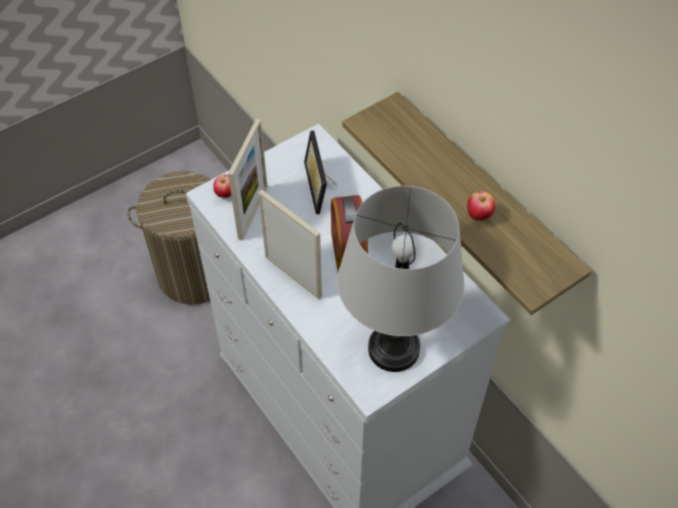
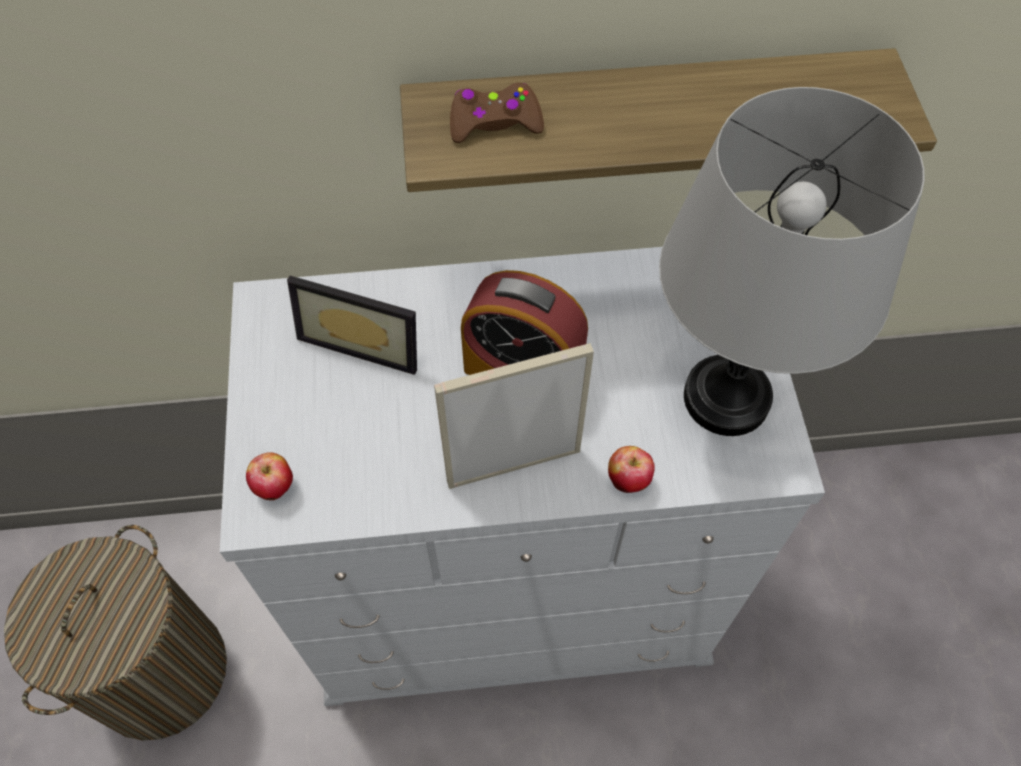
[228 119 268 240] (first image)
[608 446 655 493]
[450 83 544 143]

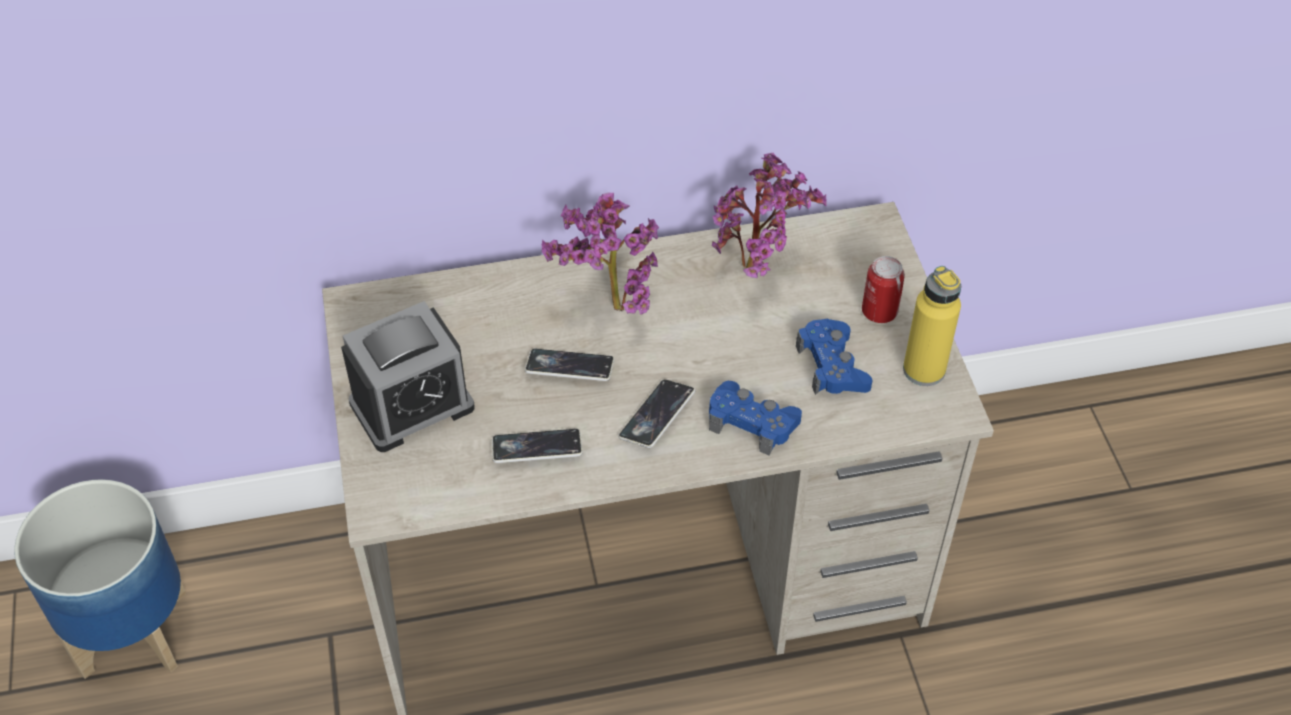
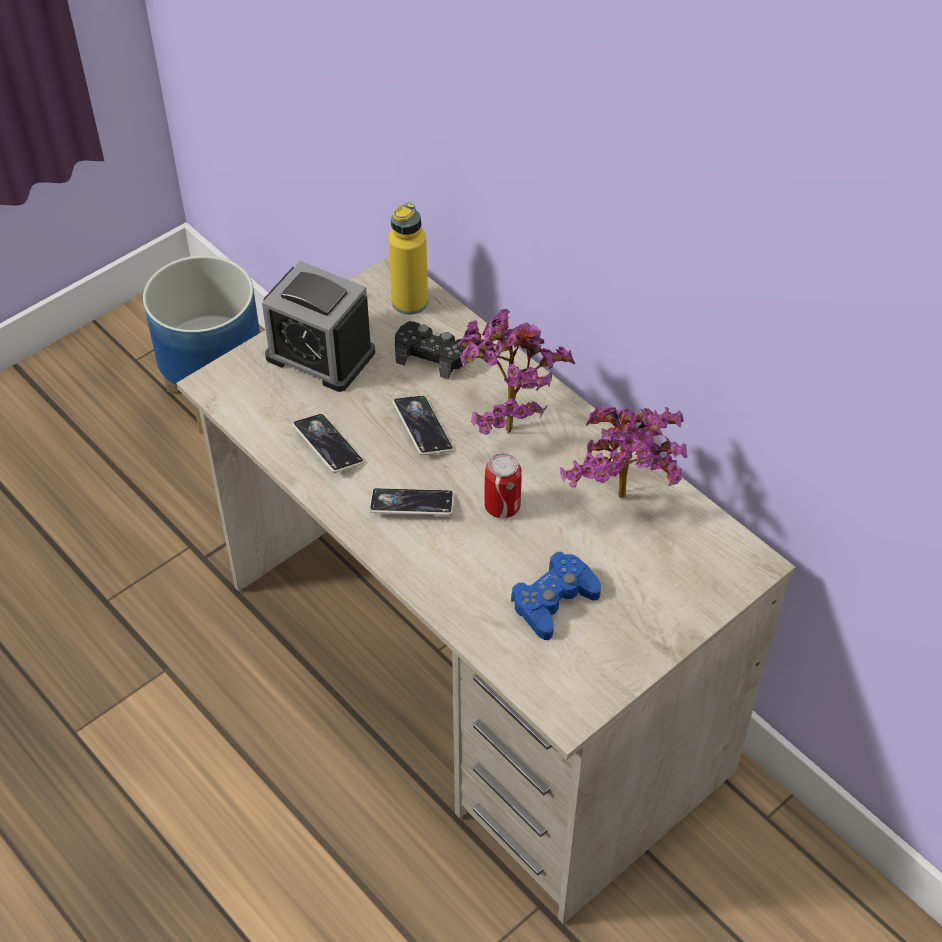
[484 453 522 518]
[388 203 428 315]
[709 381 802 455] (first image)
[395 321 466 380]

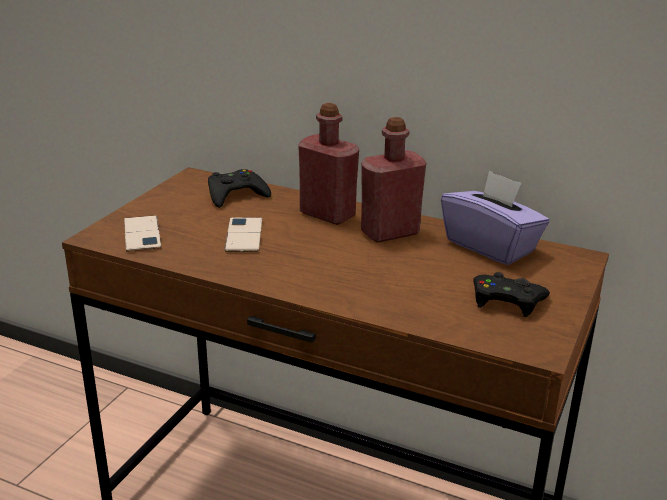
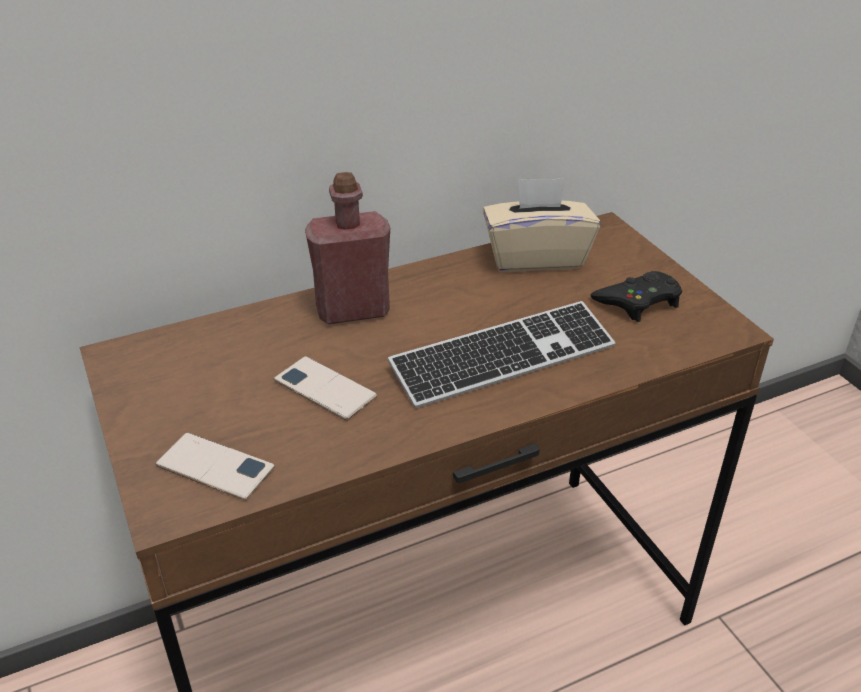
[361 117 426 243] (first image)
[208 169 271 208] (first image)
[483 178 600 272]
[388 301 615 408]

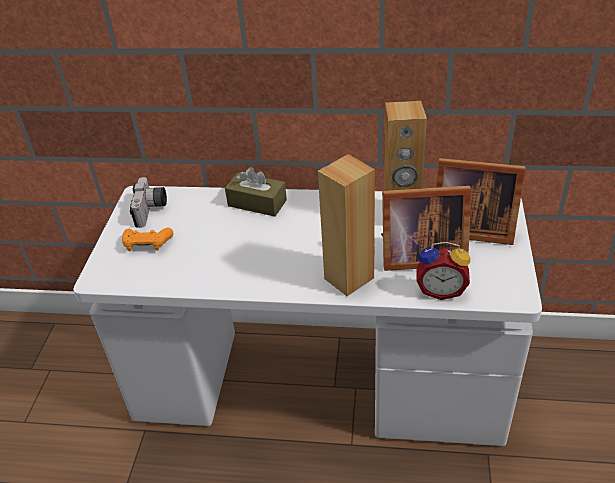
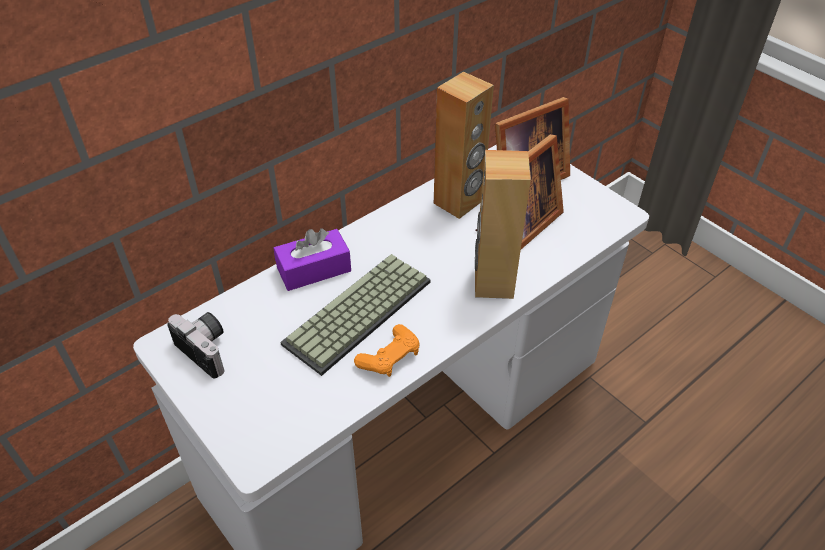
[273 228 351 291]
[354 324 419 377]
[416 242 470 300] (first image)
[281 254 431 376]

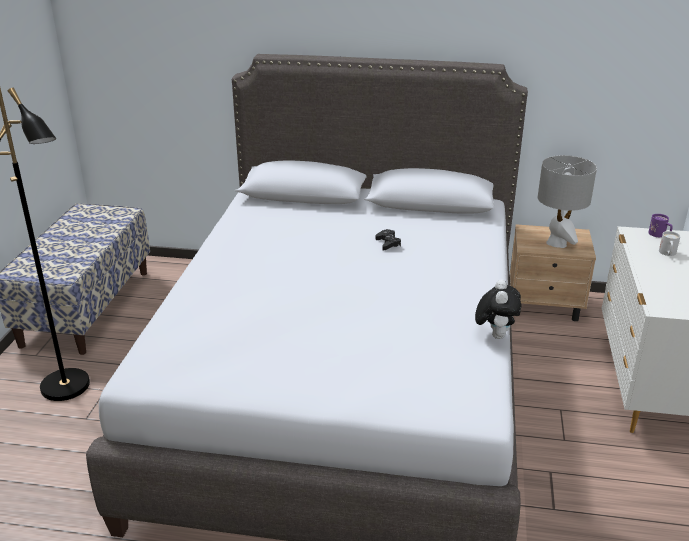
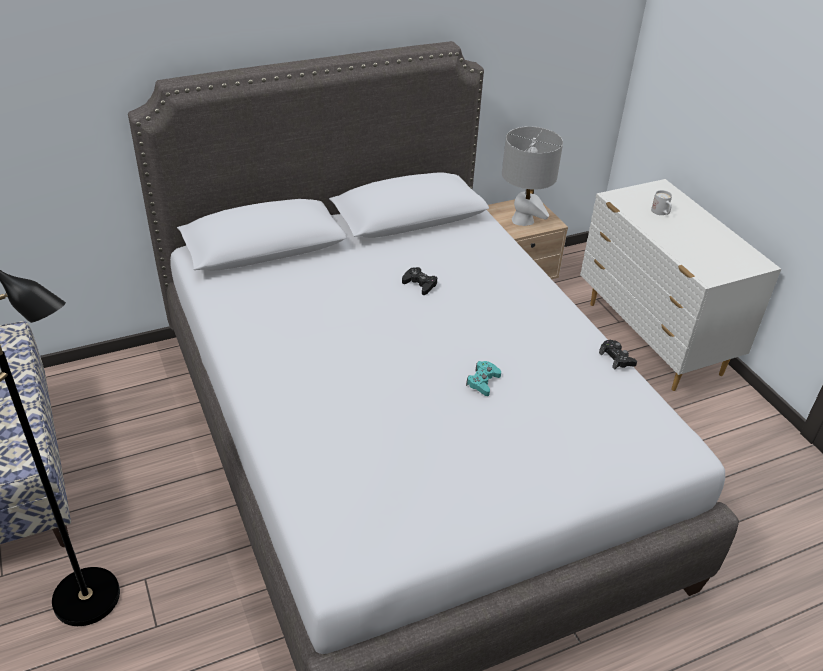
[648 214 673 237] (first image)
[599 340 637 369]
[466 361 501 396]

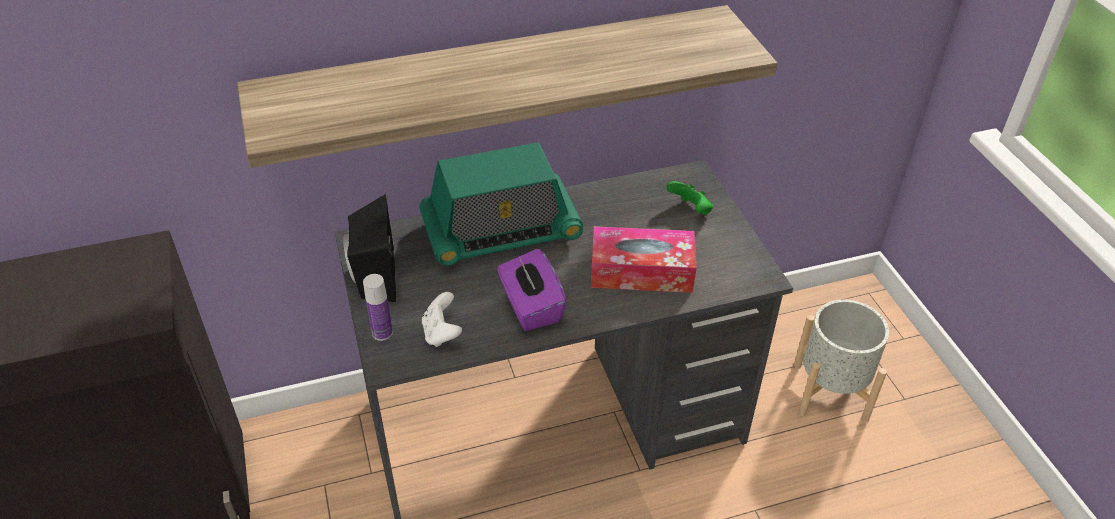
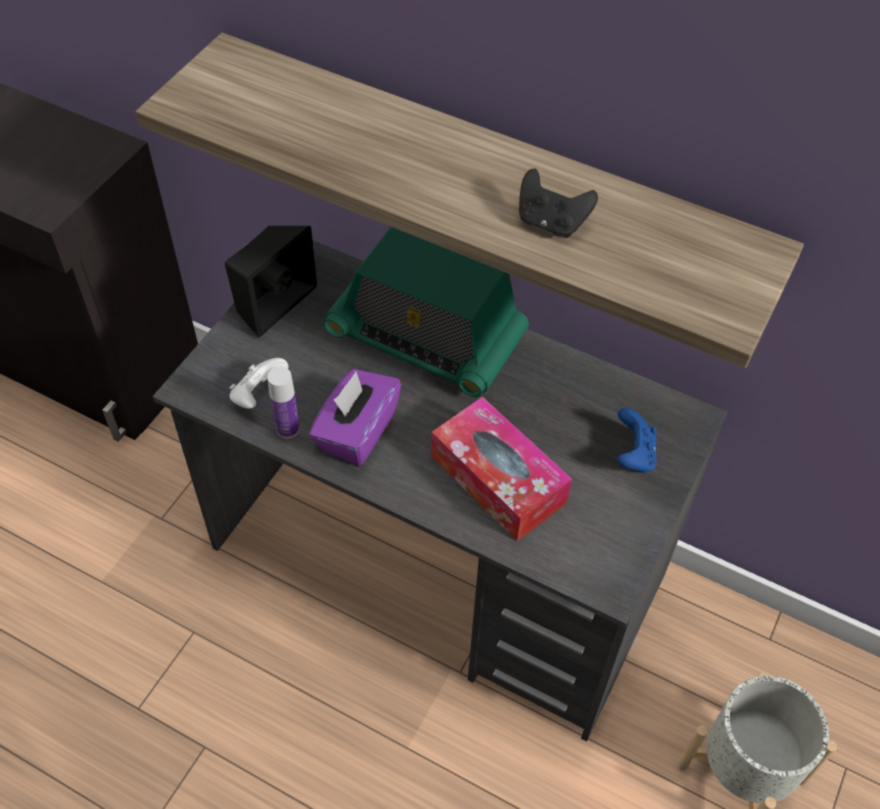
[617 408 657 473]
[267 367 300 438]
[519 169 598 237]

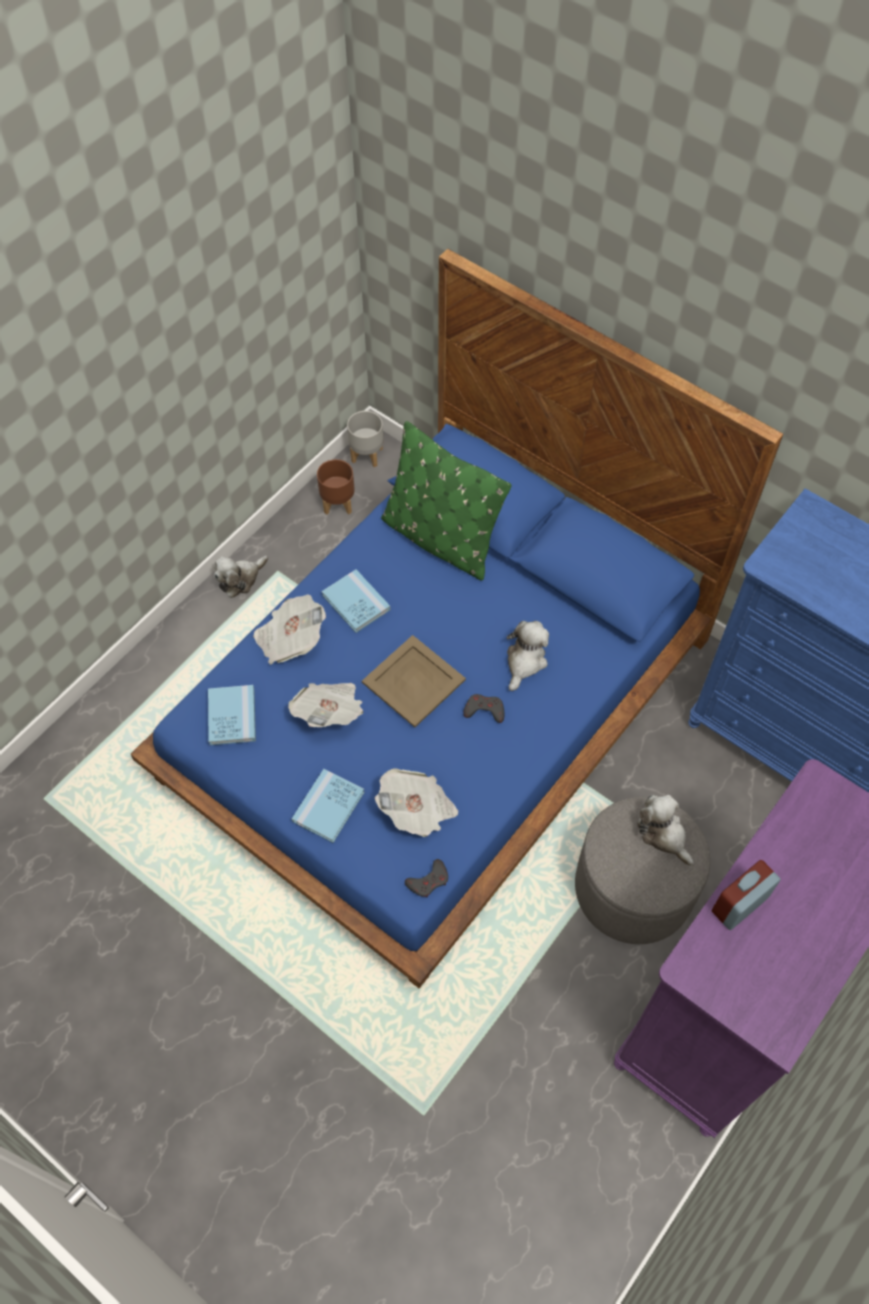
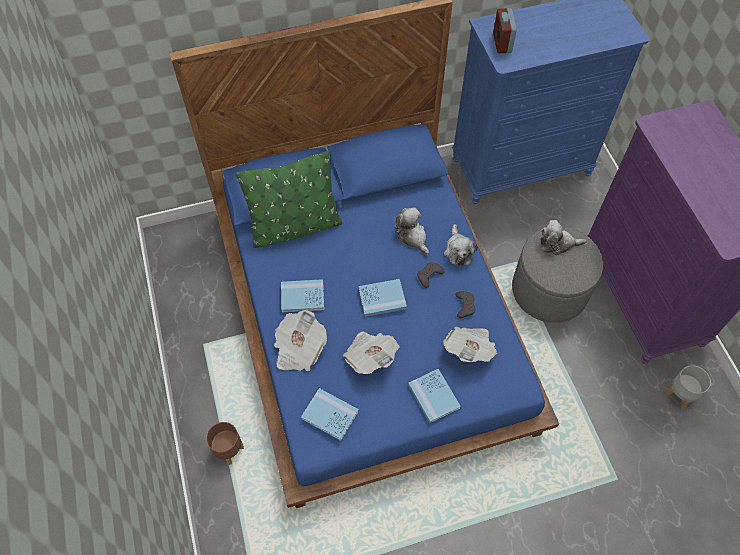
[666 365 711 408]
[206 422 244 465]
[444 224 478 266]
[359 279 407 317]
[456 291 475 318]
[493 8 517 53]

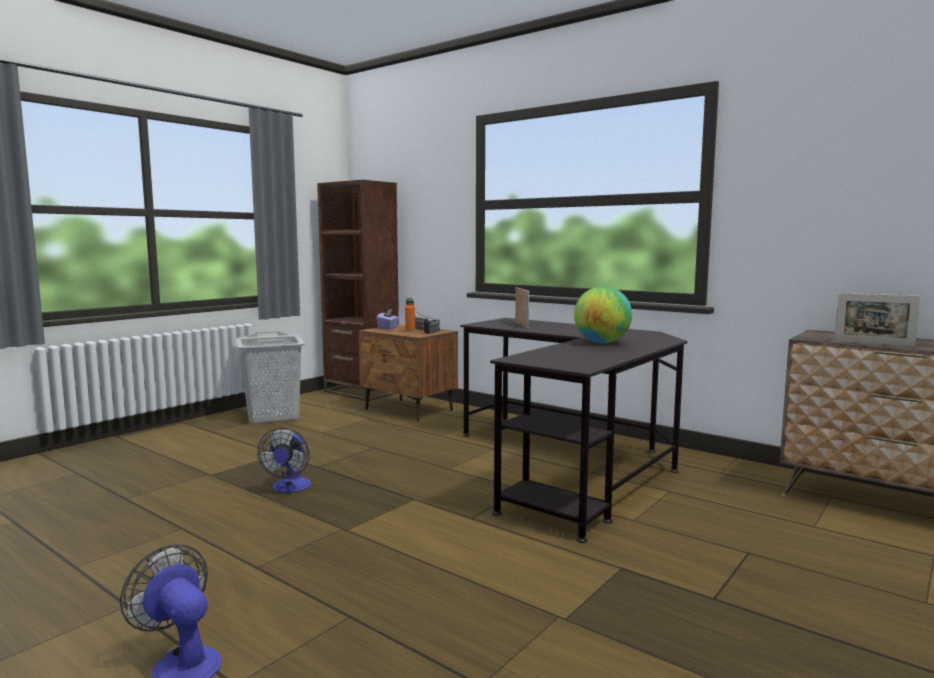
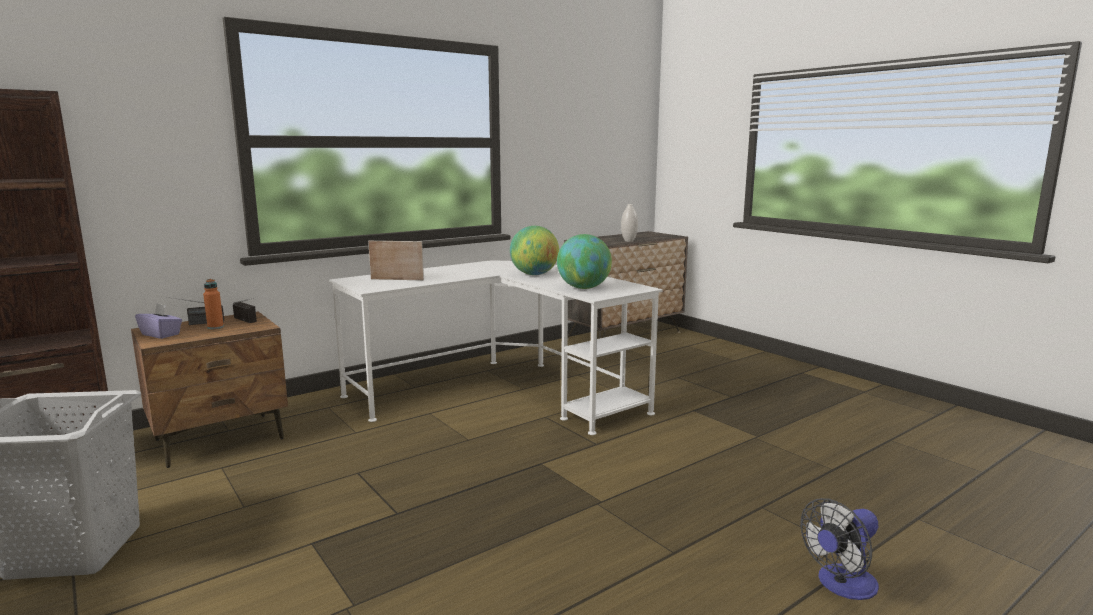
[621 204 638 242]
[329 260 663 435]
[257 428 311 493] (first image)
[557 234 612 289]

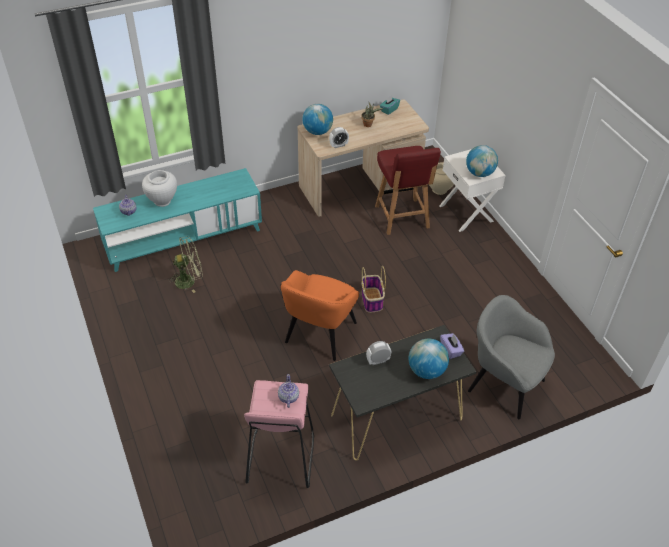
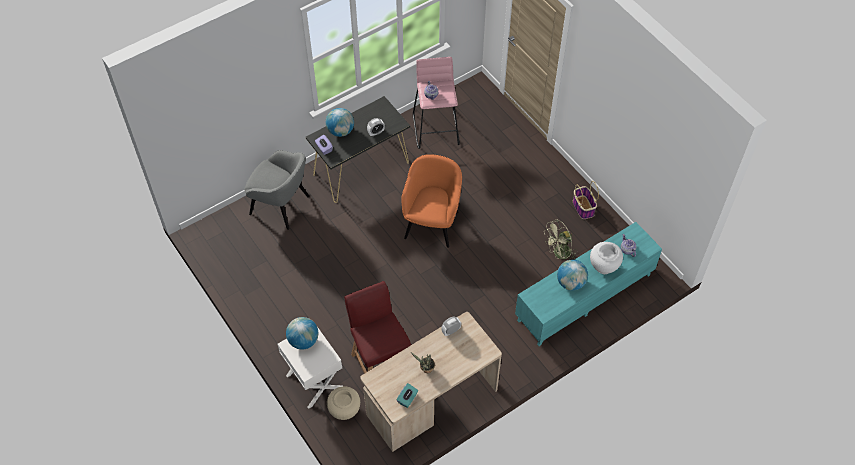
[557 260 588 290]
[573 181 599 219]

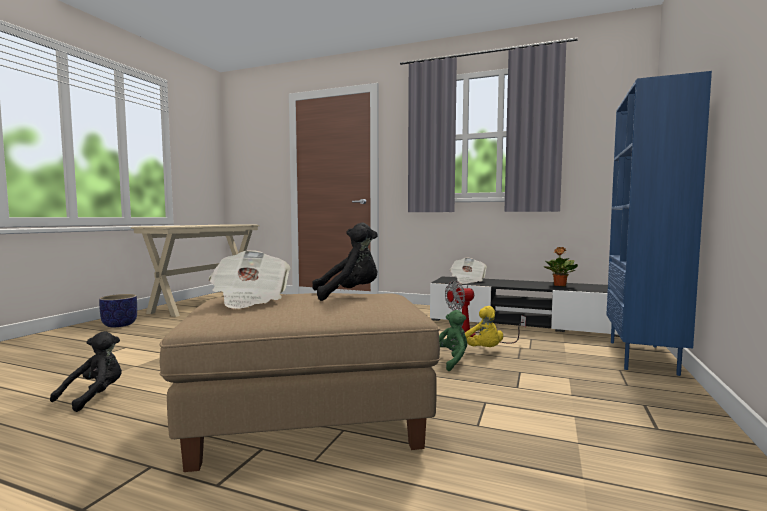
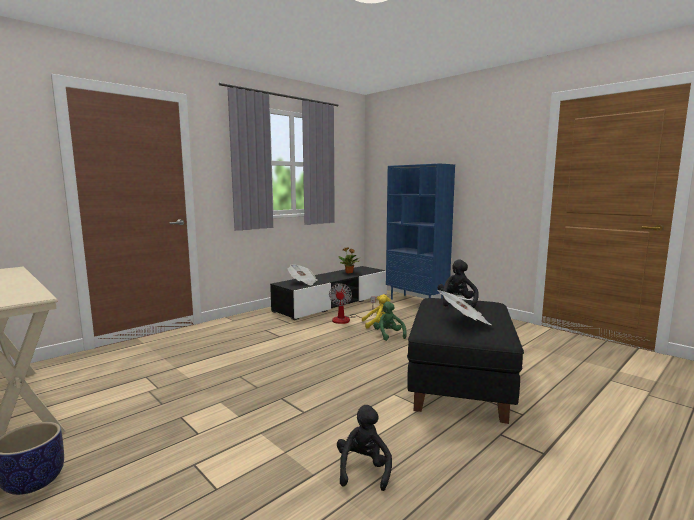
[407 298 524 424]
[337 405 392 491]

